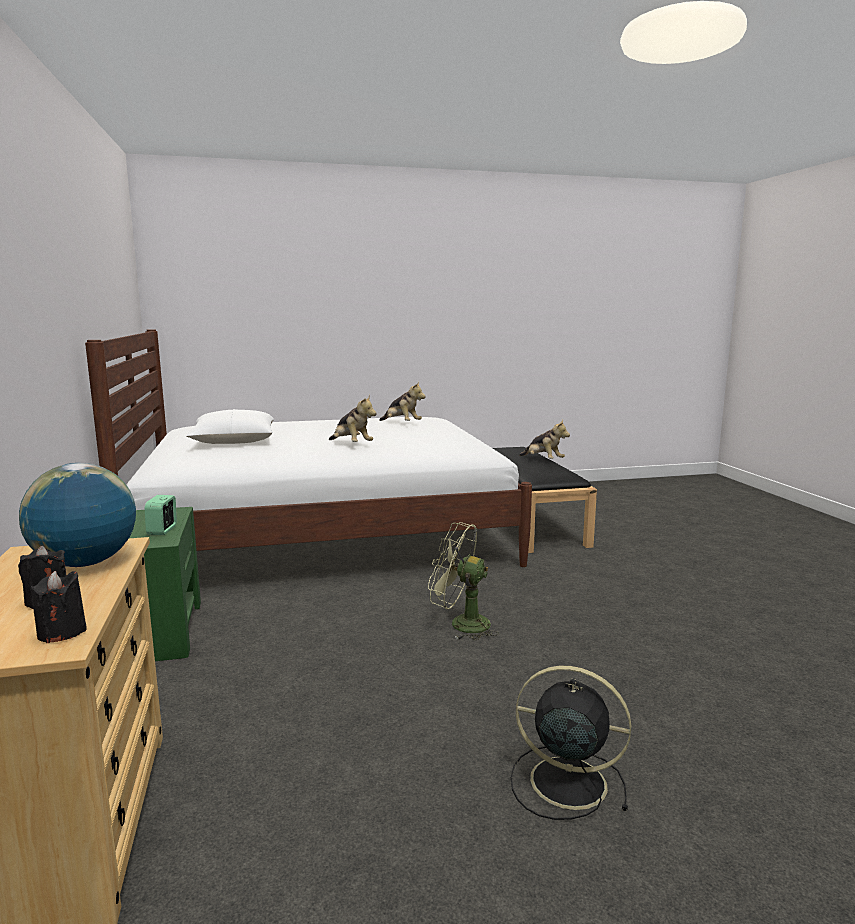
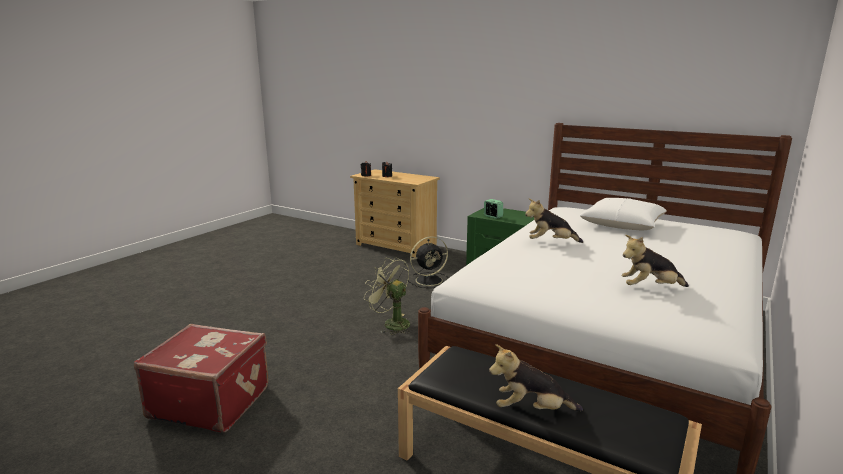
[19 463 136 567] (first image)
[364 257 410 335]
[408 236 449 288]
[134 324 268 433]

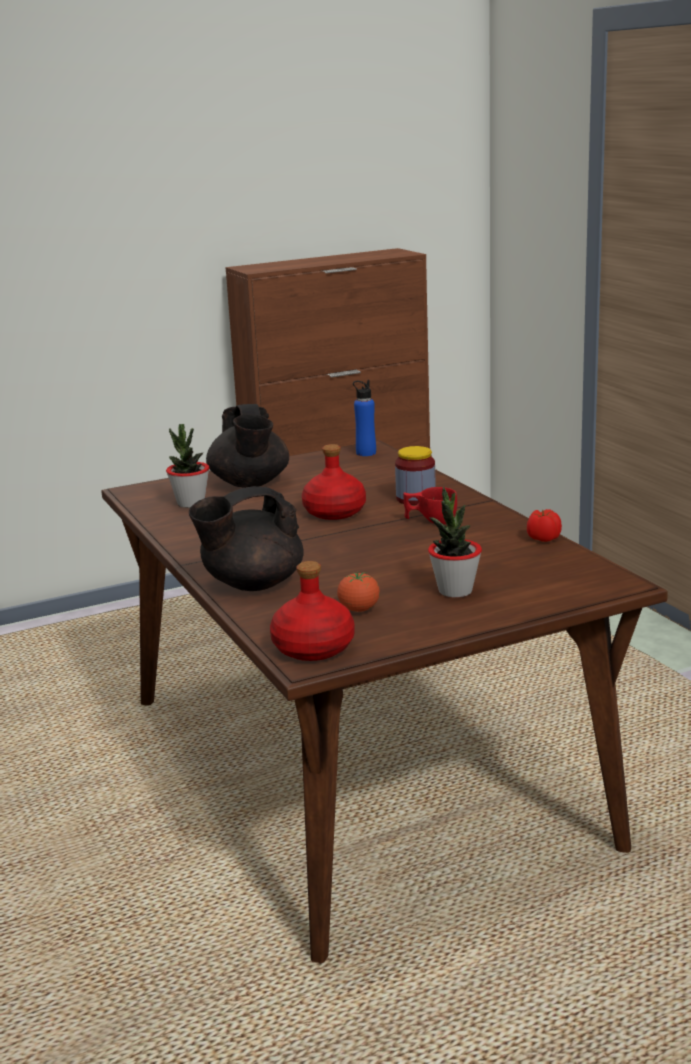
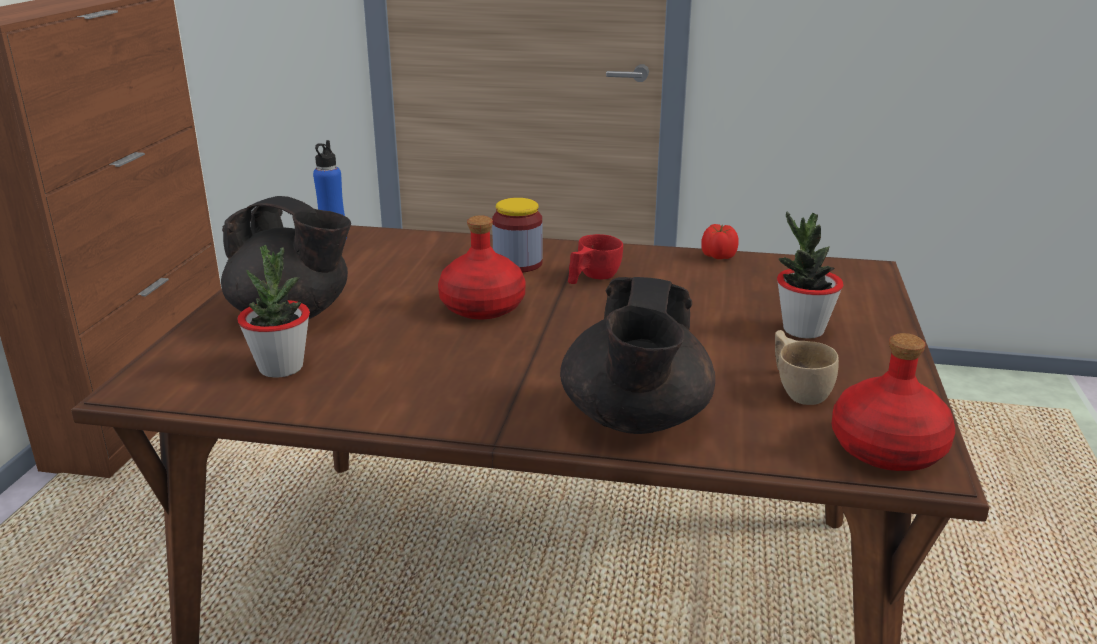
[775 330 839 405]

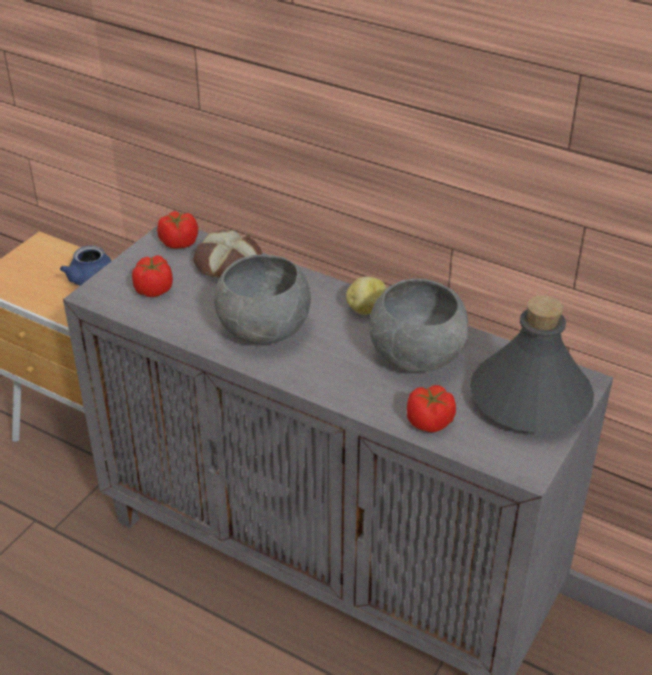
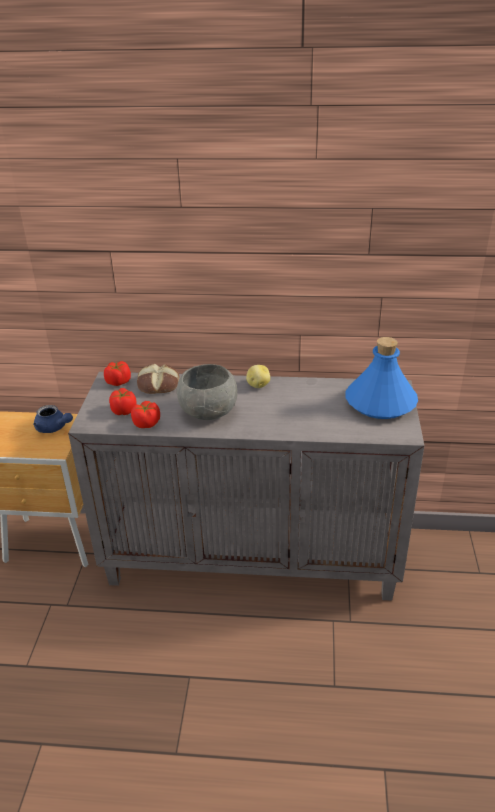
[369 278 468 372] (first image)
[345 337 418 419]
[131 401 160 428]

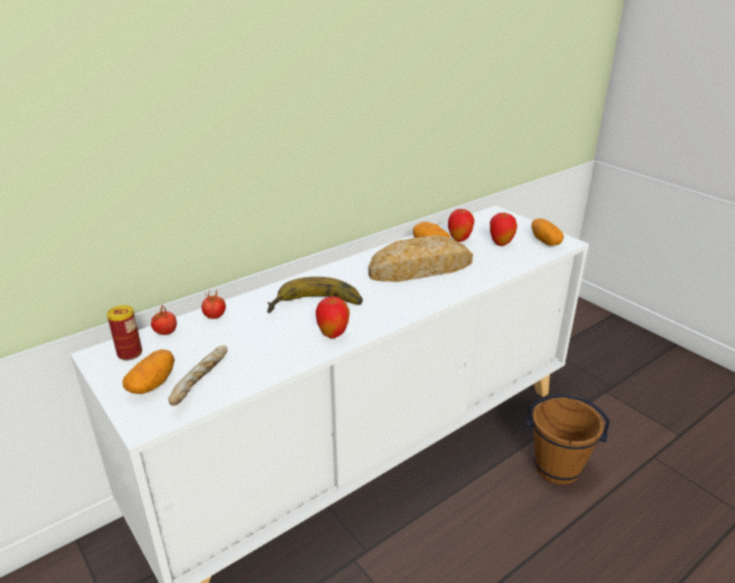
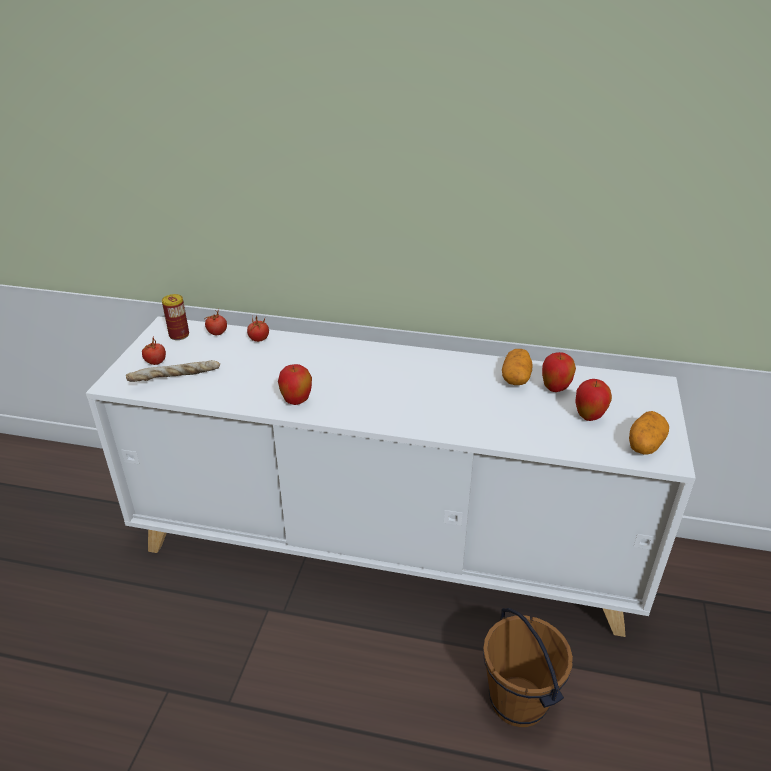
[369 235 473 282] (first image)
[267 277 363 313] (first image)
[142 337 166 365]

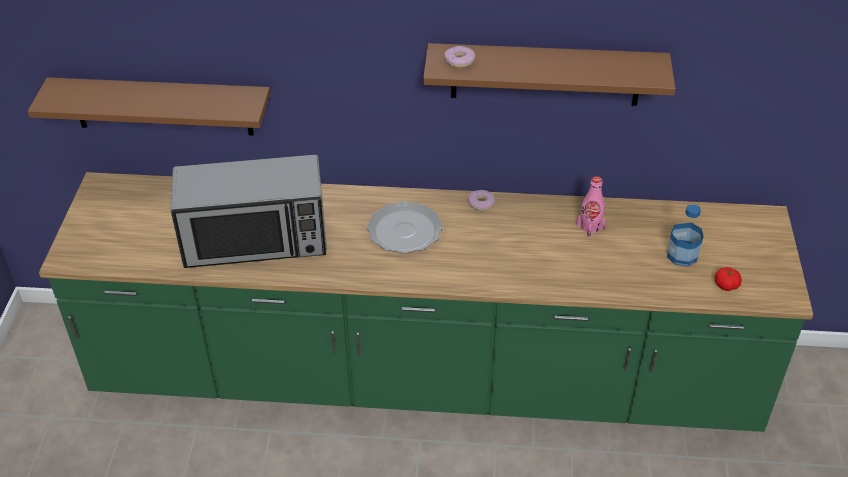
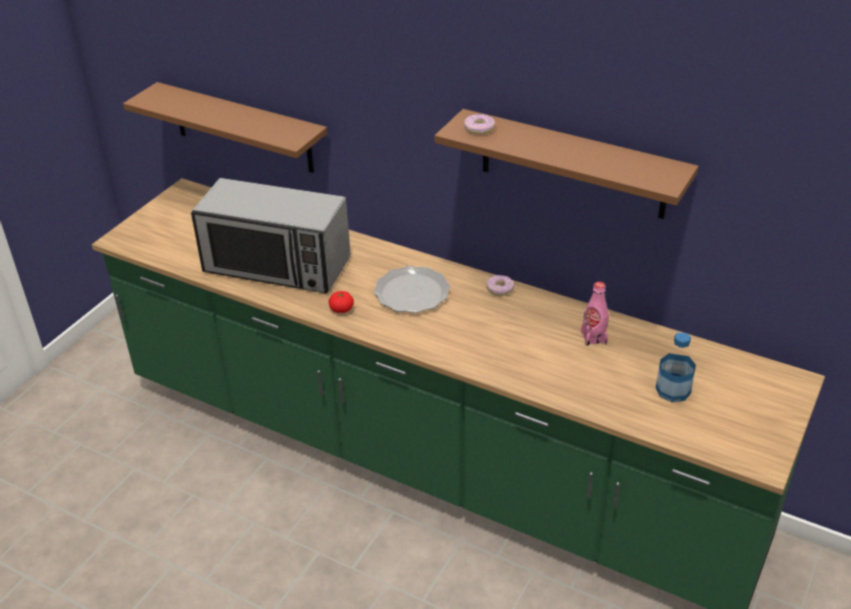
[329 291 354 313]

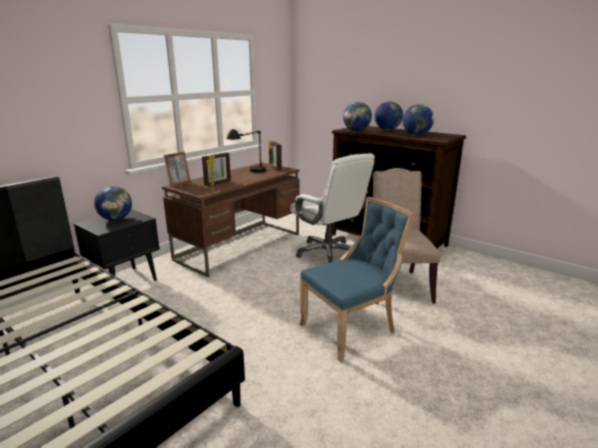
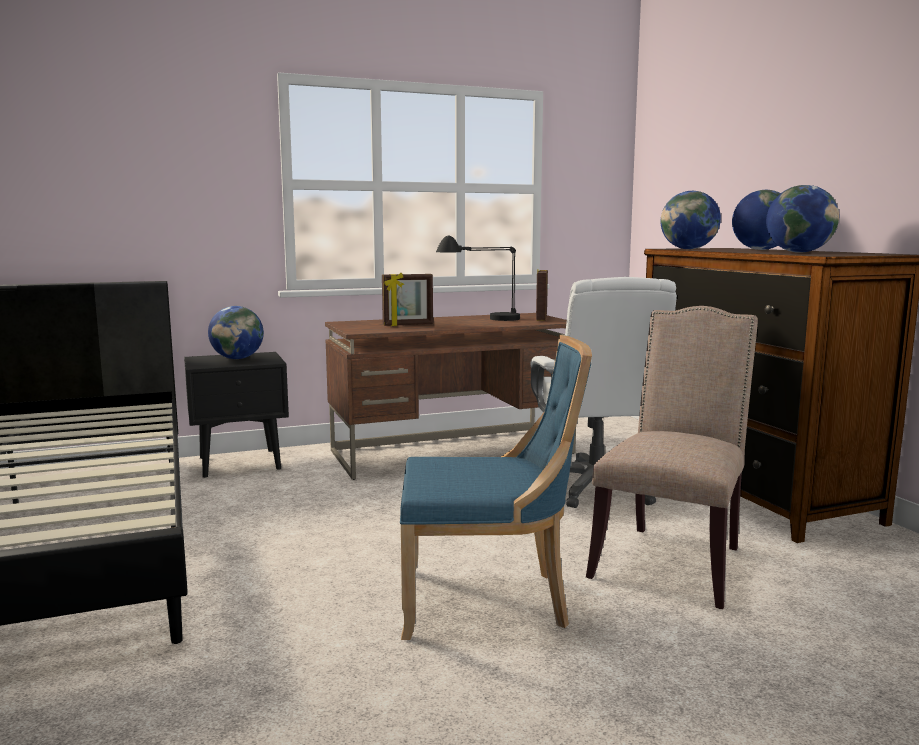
[164 152 191 187] (first image)

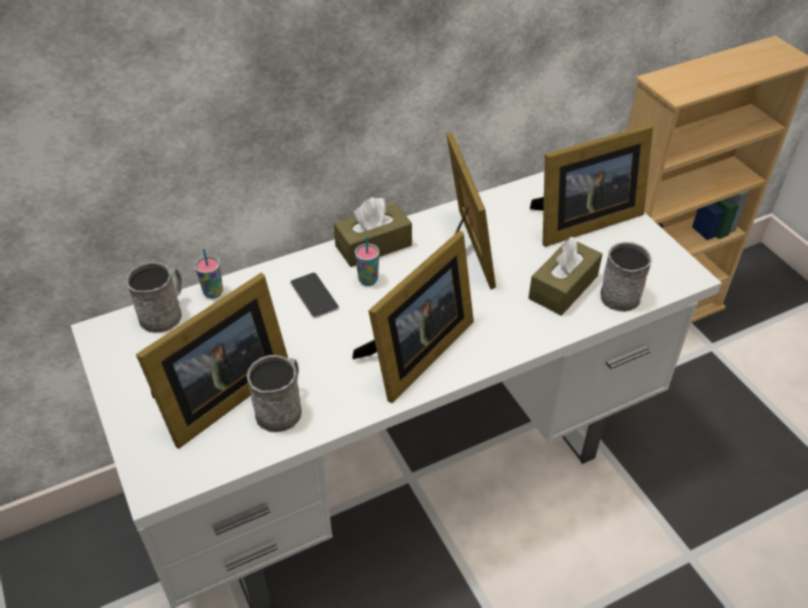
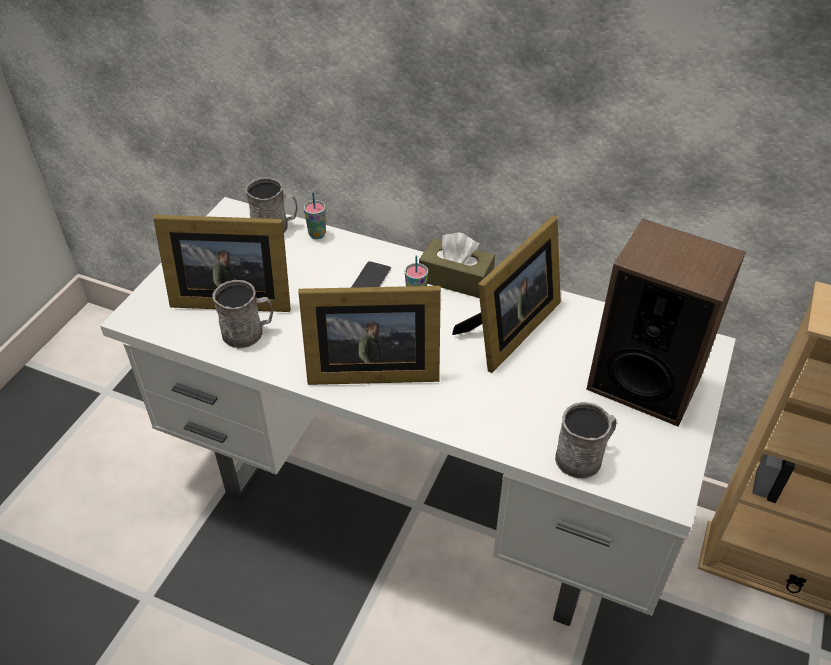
[586 218 746 427]
[528 237 603 316] (first image)

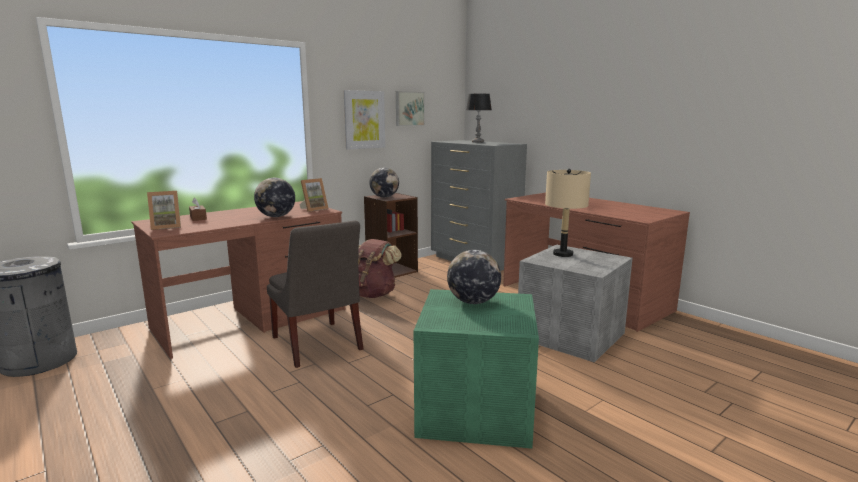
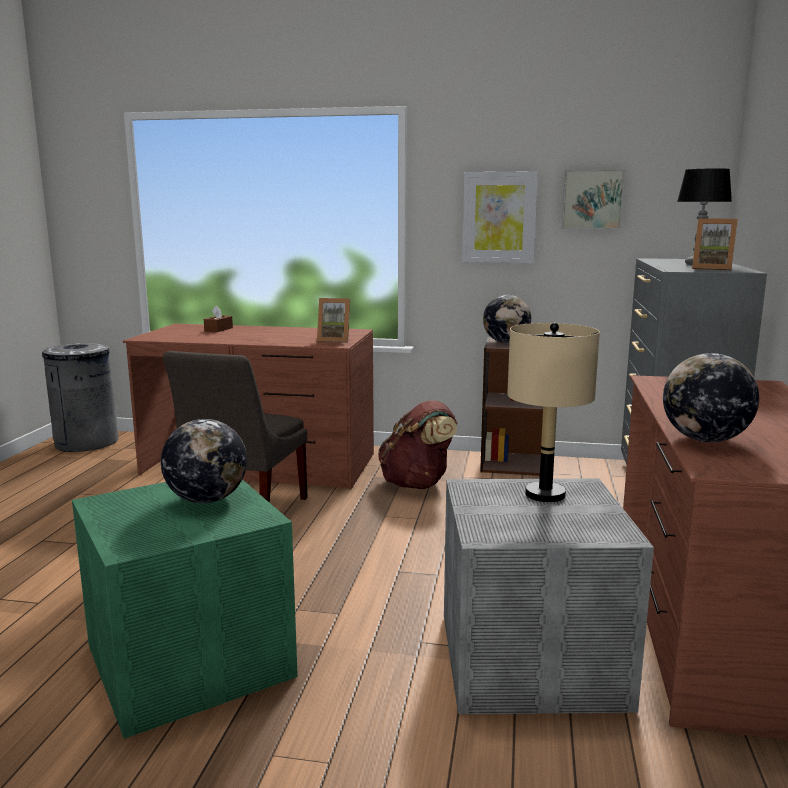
[663 353 759 442]
[692 218 738 270]

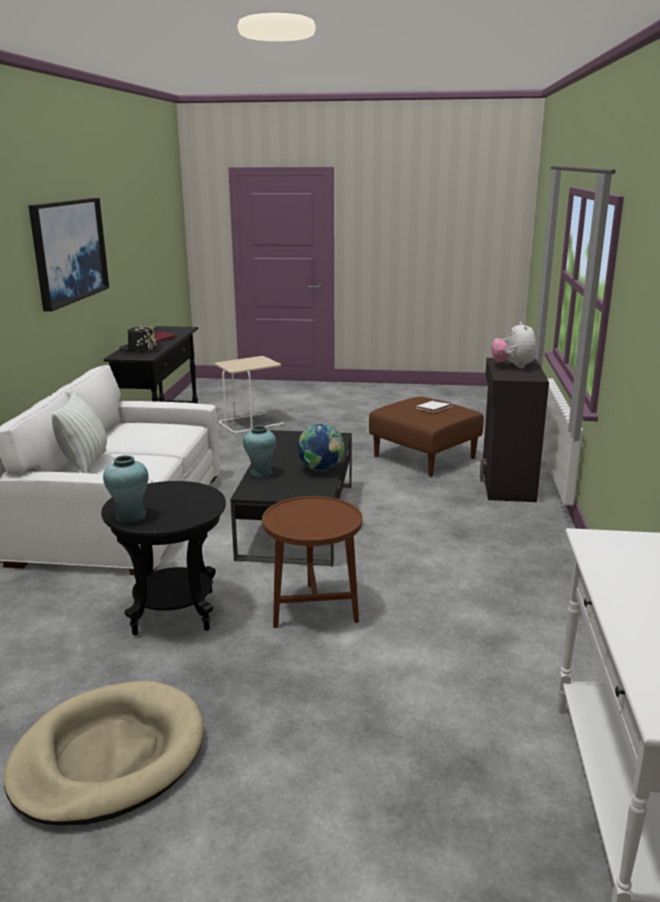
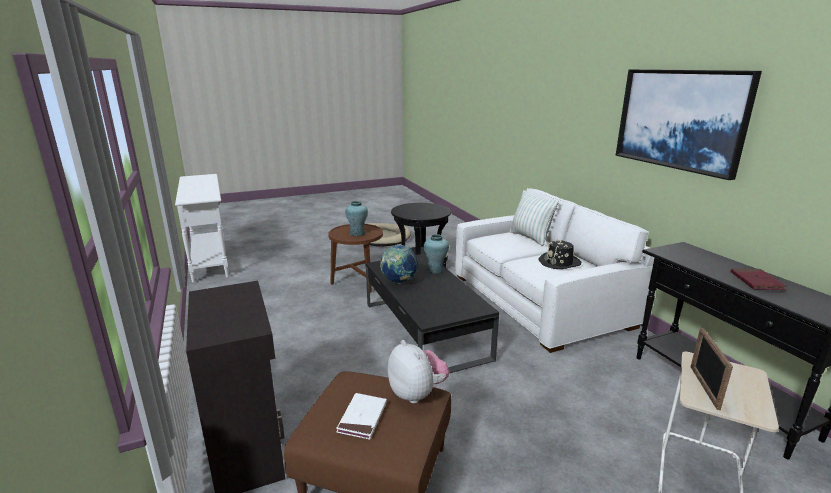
[388 340 449 404]
[538 239 582 269]
[345 201 368 236]
[691 328 733 410]

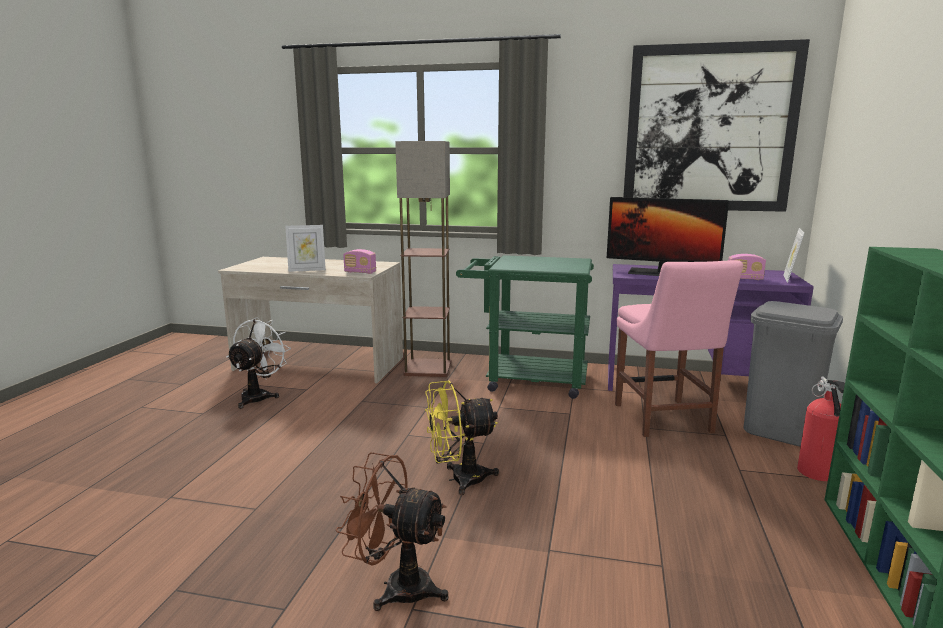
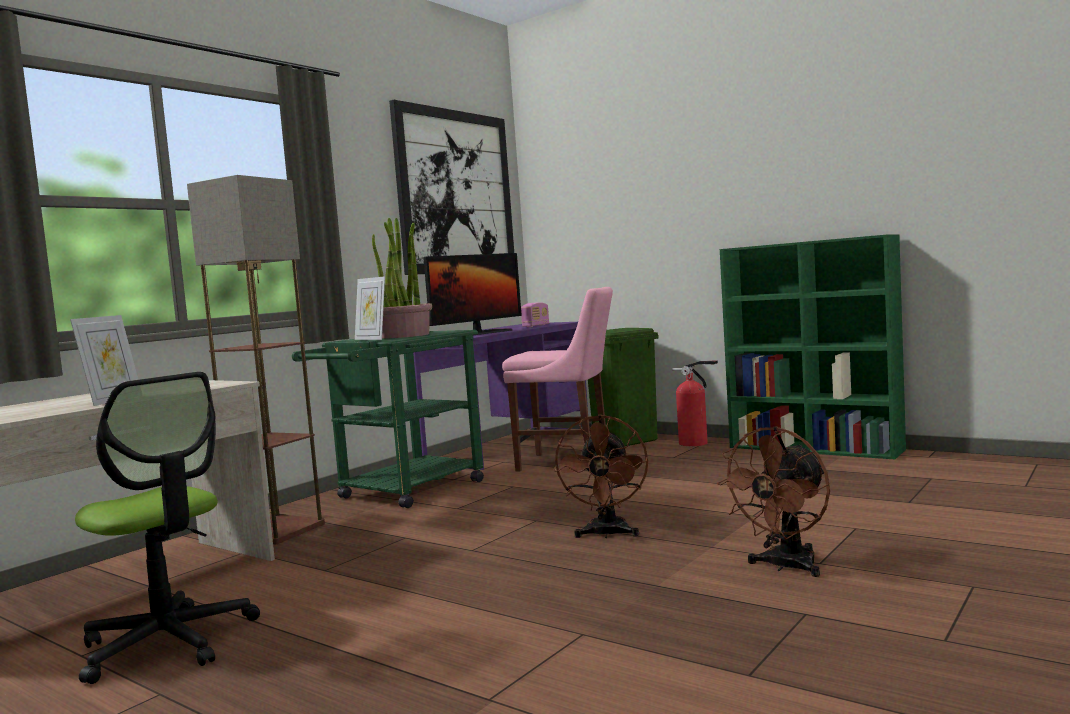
[355 276 385 340]
[343 249 376 274] (first image)
[588 328 659 446]
[75 372 260 684]
[553 415 648 538]
[372 218 432 339]

